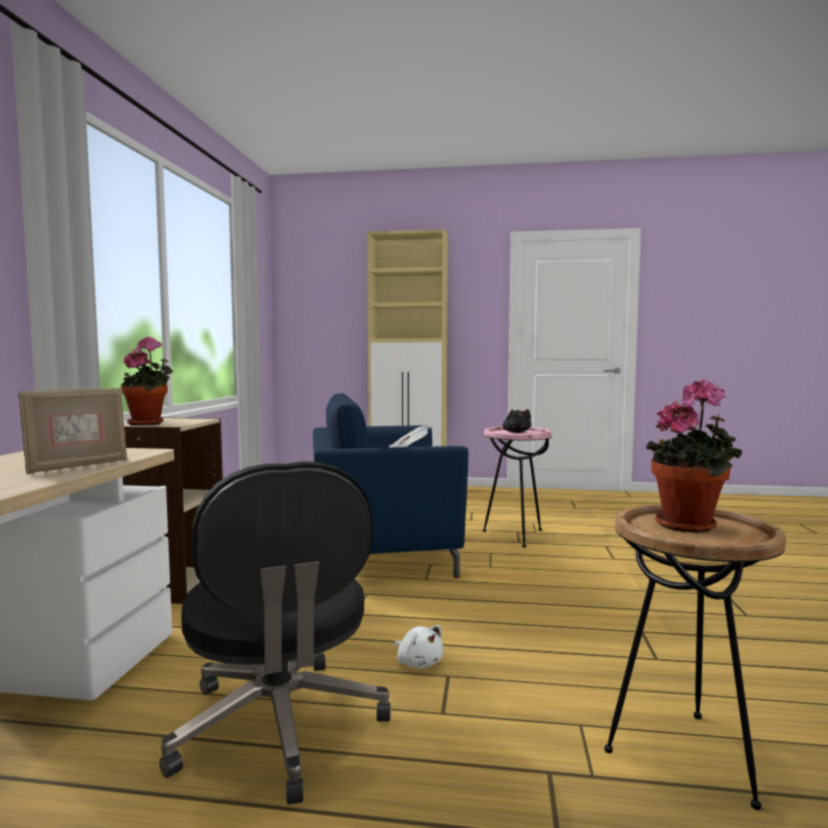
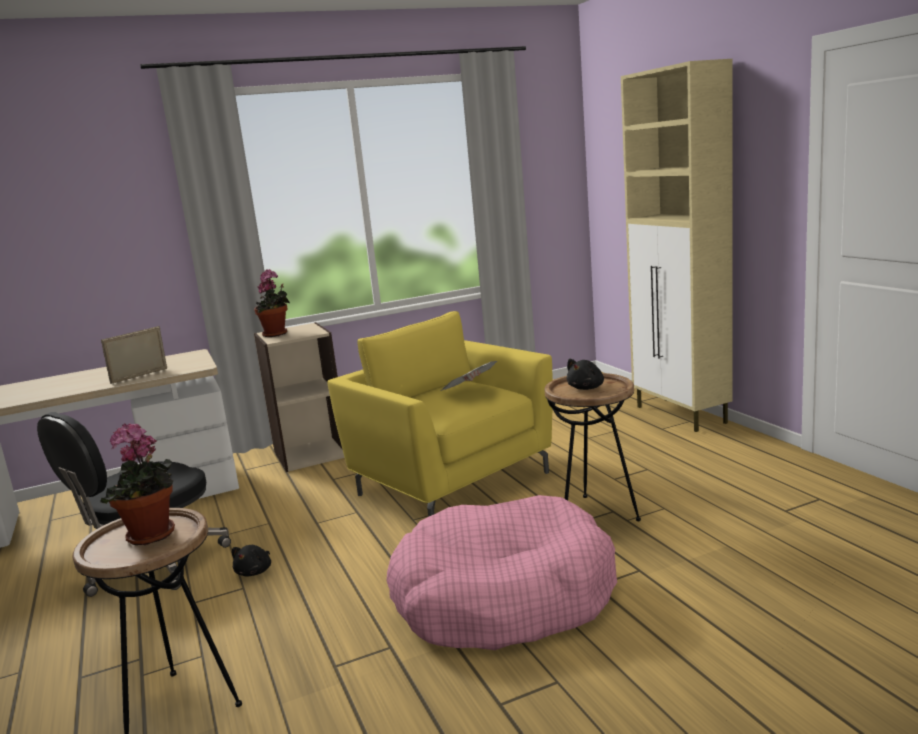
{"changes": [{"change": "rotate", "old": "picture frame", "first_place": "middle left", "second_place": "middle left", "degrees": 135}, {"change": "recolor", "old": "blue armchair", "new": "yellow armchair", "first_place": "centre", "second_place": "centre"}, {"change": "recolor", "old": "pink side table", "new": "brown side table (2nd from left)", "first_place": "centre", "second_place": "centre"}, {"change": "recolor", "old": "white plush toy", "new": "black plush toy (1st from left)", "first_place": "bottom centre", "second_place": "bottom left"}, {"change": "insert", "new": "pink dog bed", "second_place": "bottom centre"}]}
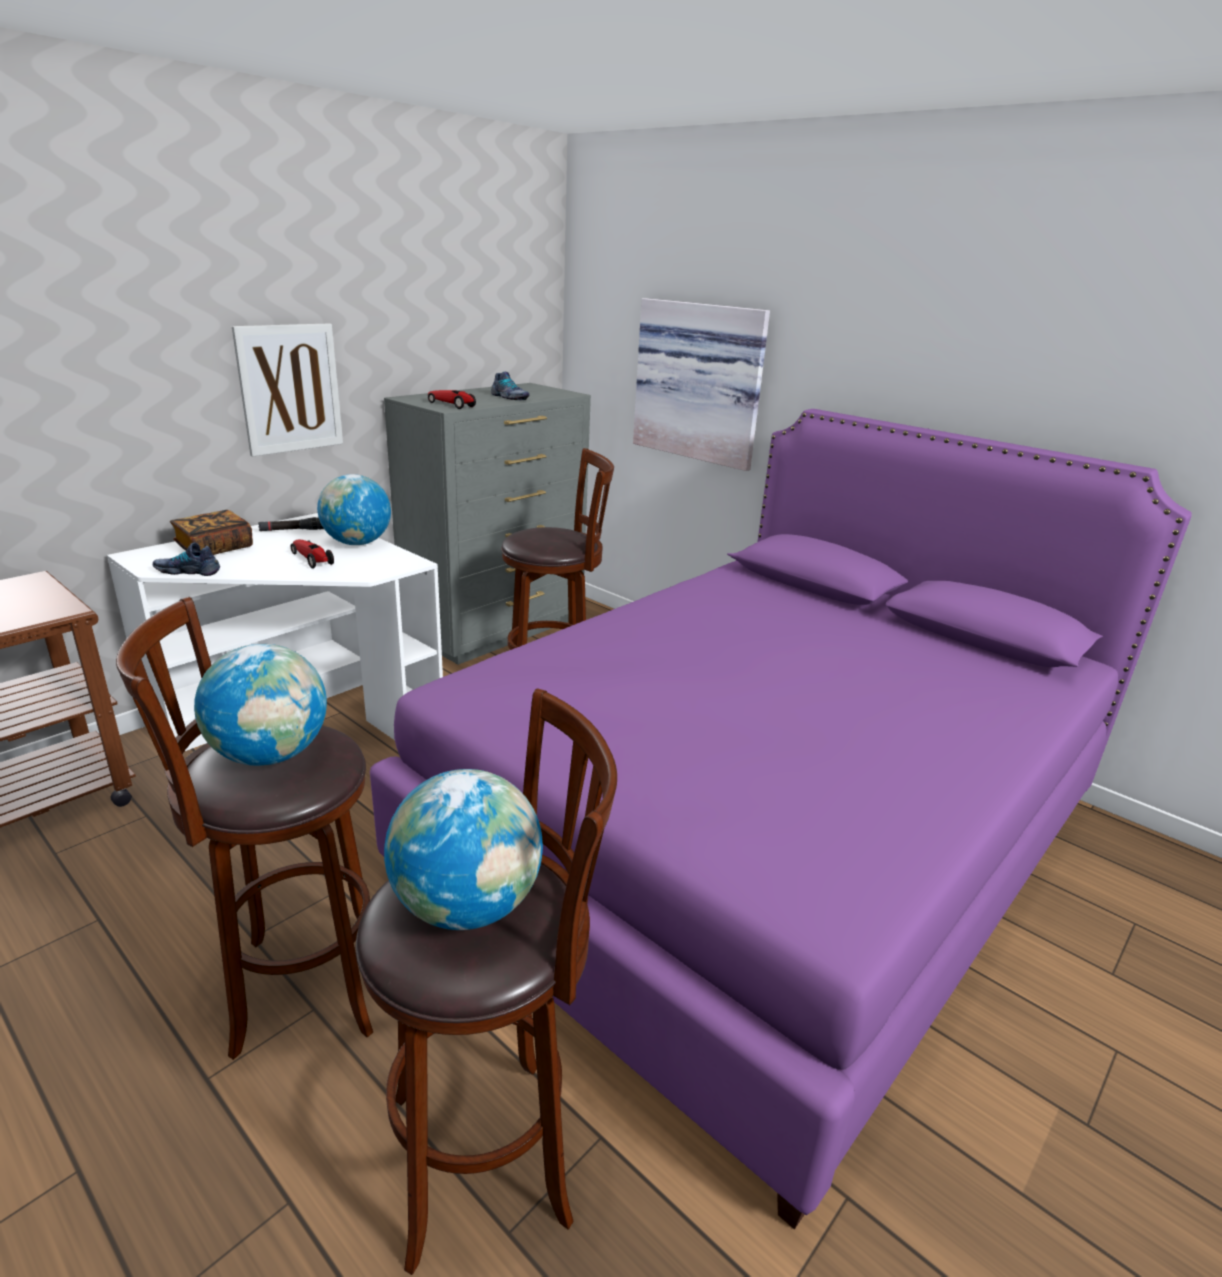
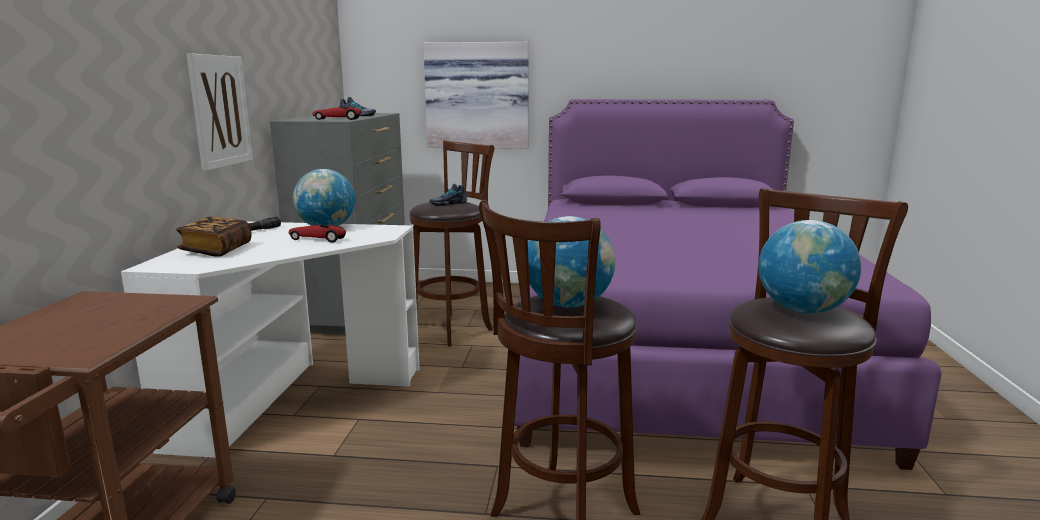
{"changes": [{"change": "move", "old": "shoe (1st from left in the first image)", "new": "shoe (2nd from left)", "first_place": "middle left", "second_place": "centre"}]}
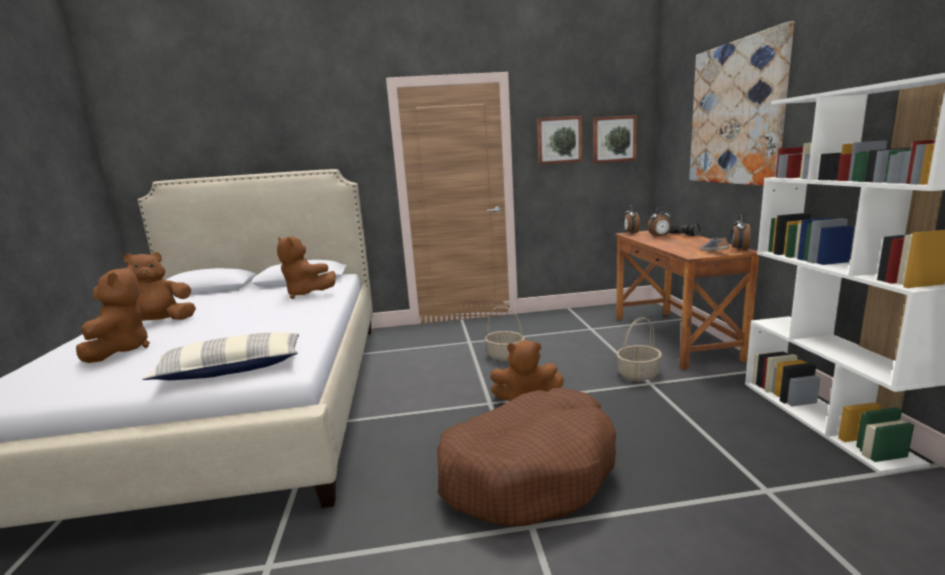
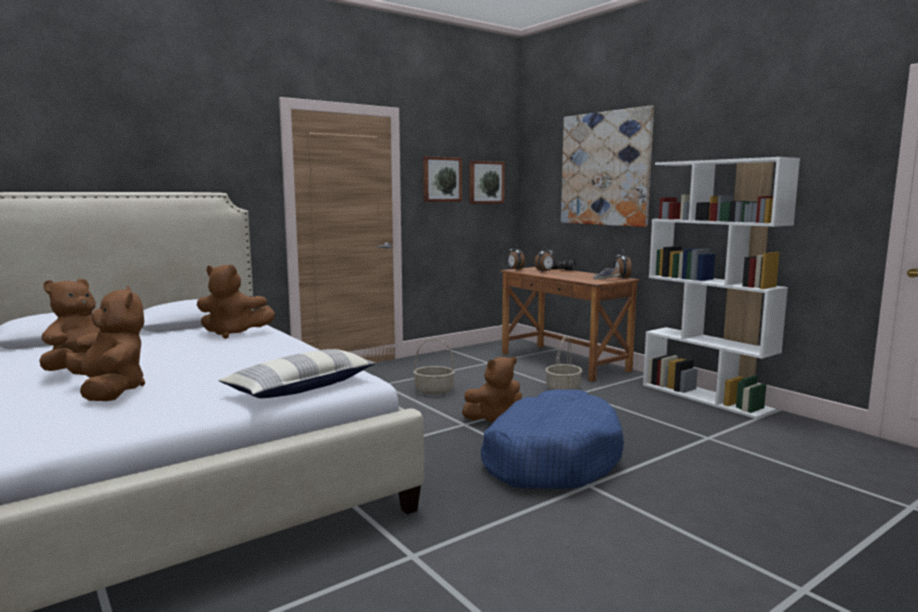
{"changes": [{"change": "recolor", "old": "brown dog bed", "new": "blue dog bed", "first_place": "bottom centre", "second_place": "bottom centre"}]}
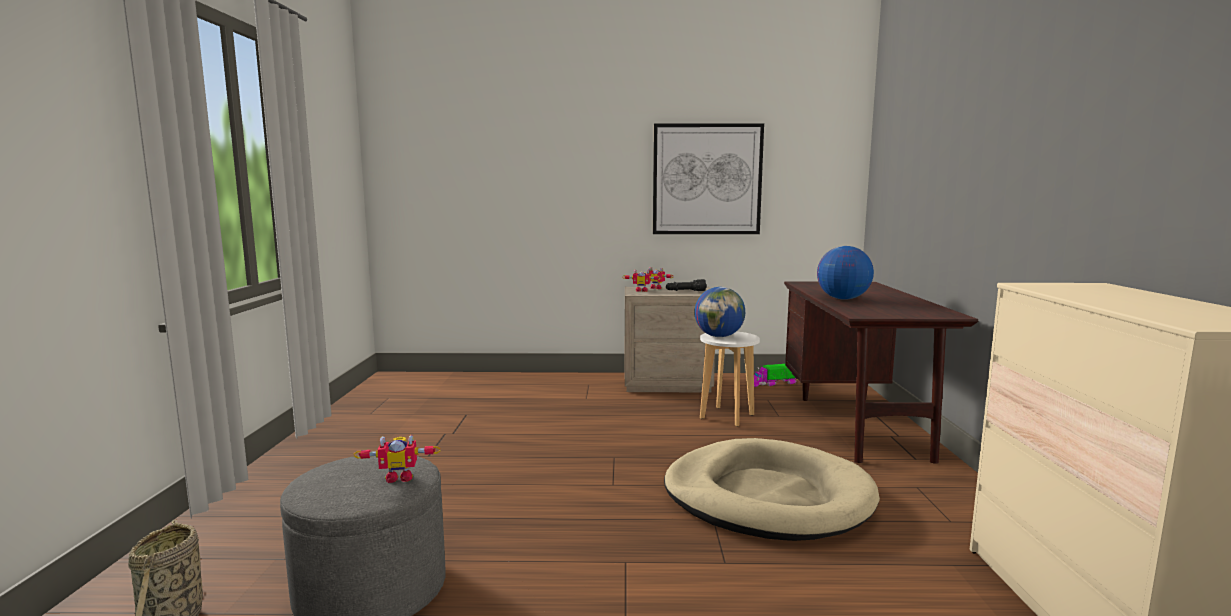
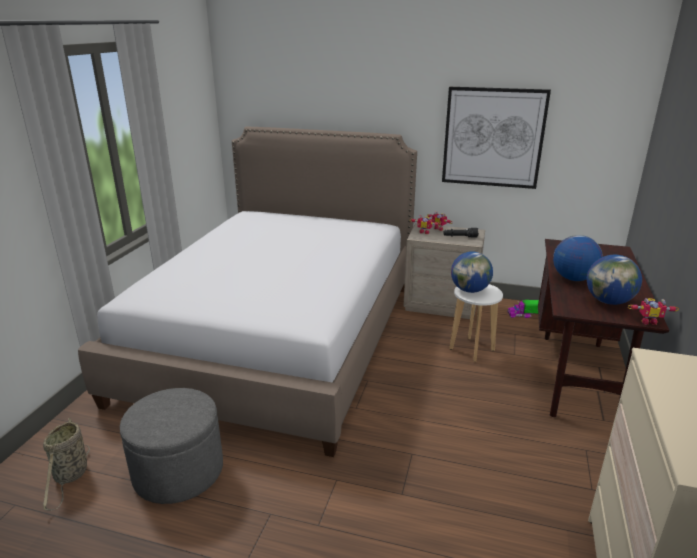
{"changes": [{"change": "move", "old": "toy robot (1st from left in the first image)", "new": "toy robot (3rd from left)", "first_place": "bottom left", "second_place": "middle right"}, {"change": "delete", "old": "beige dog bed", "first_place": "bottom centre"}, {"change": "insert", "new": "bed", "second_place": "centre"}, {"change": "insert", "new": "globe (3rd from left)", "second_place": "middle right"}]}
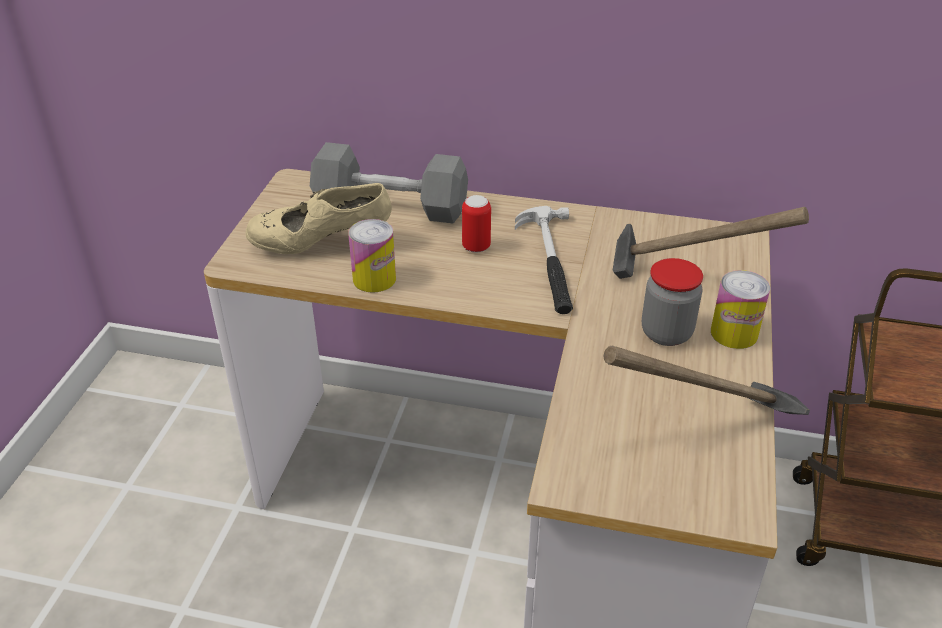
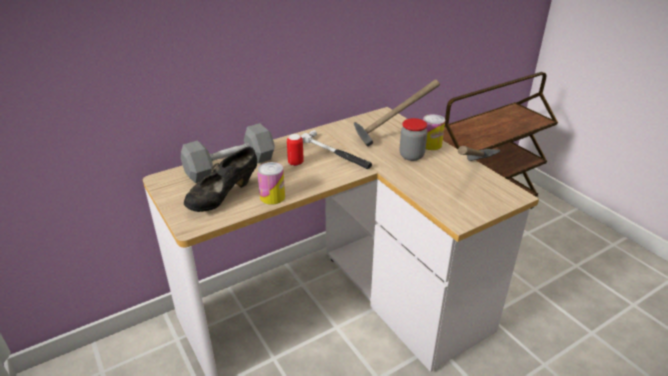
{"changes": [{"change": "recolor", "old": "beige shoe", "new": "black shoe", "first_place": "centre", "second_place": "middle left"}]}
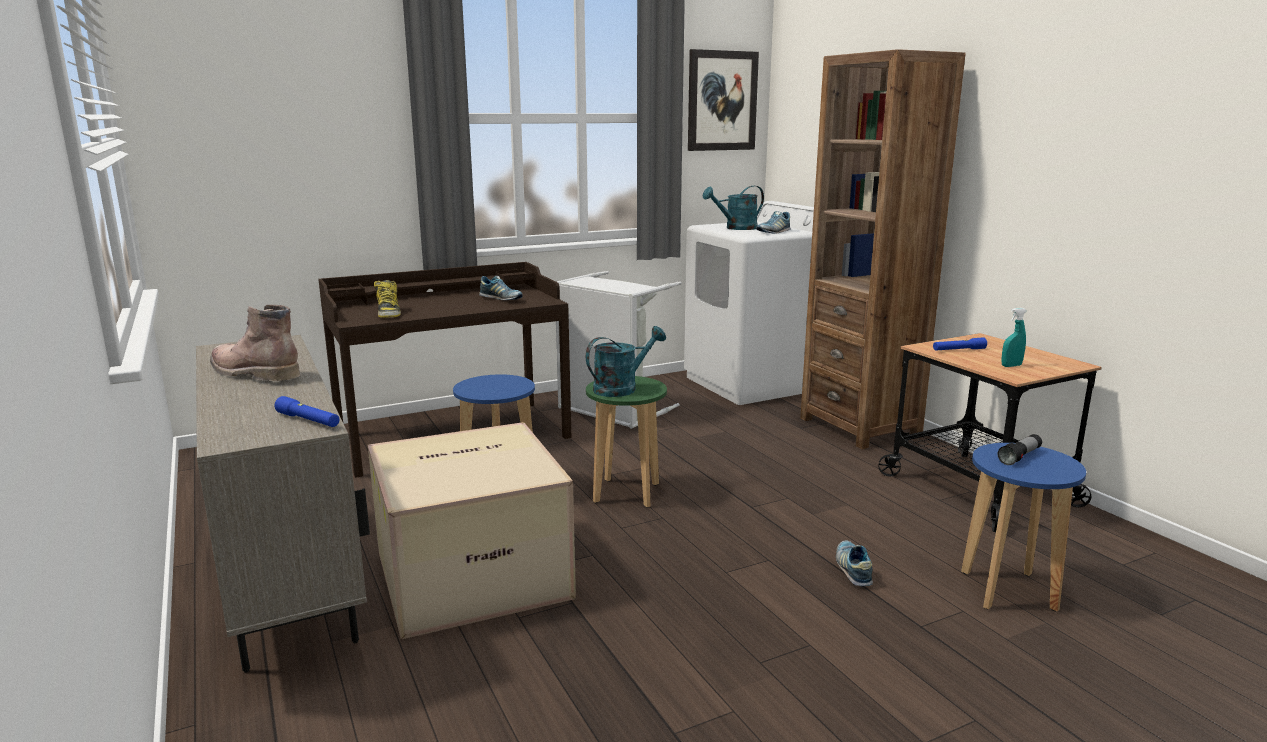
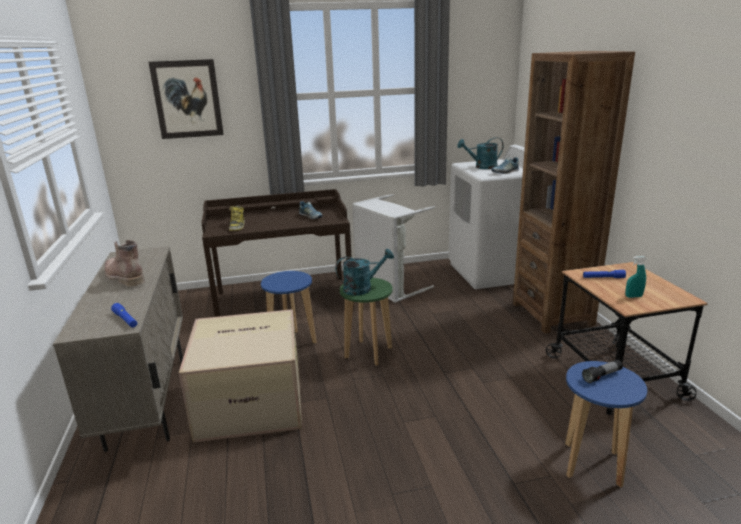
{"changes": [{"change": "move", "old": "picture", "first_place": "top centre", "second_place": "top left"}, {"change": "delete", "old": "shoe (3rd from left)", "first_place": "bottom right"}]}
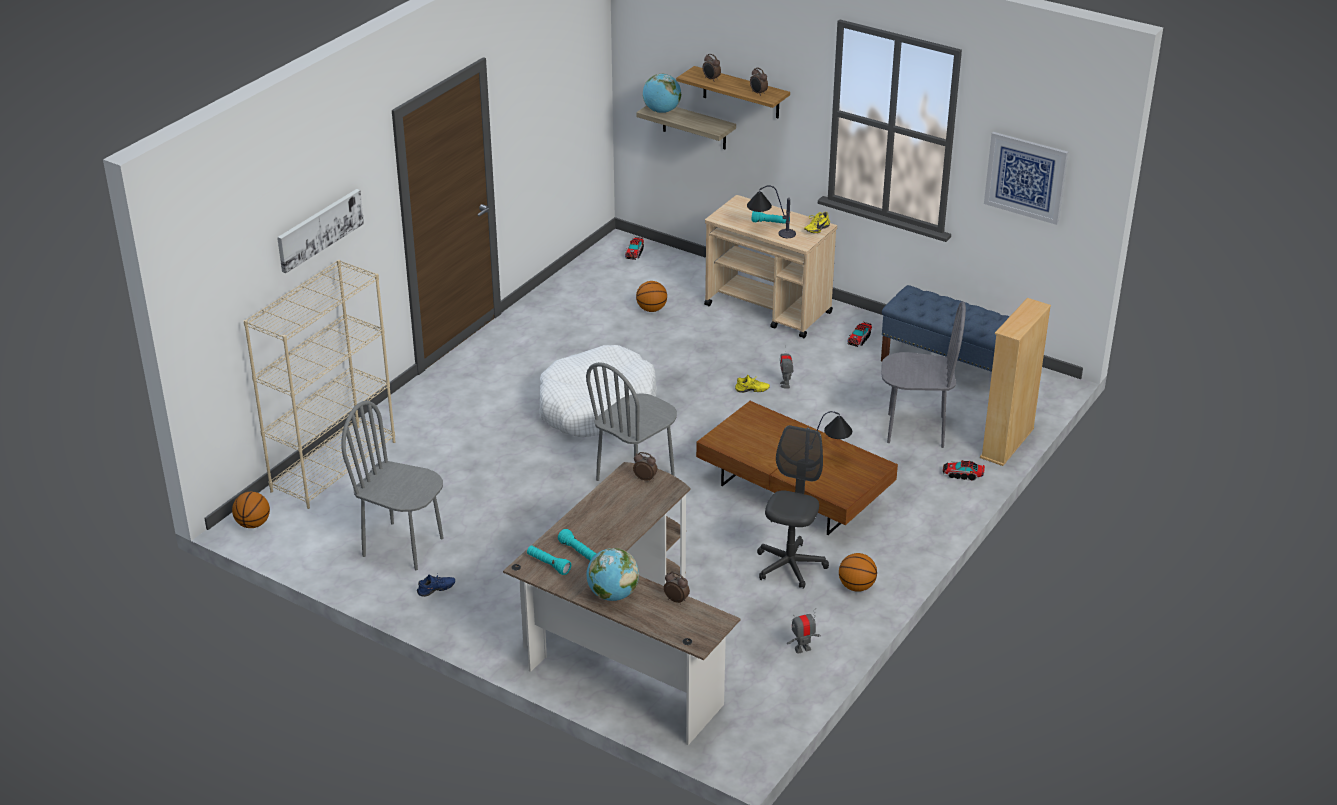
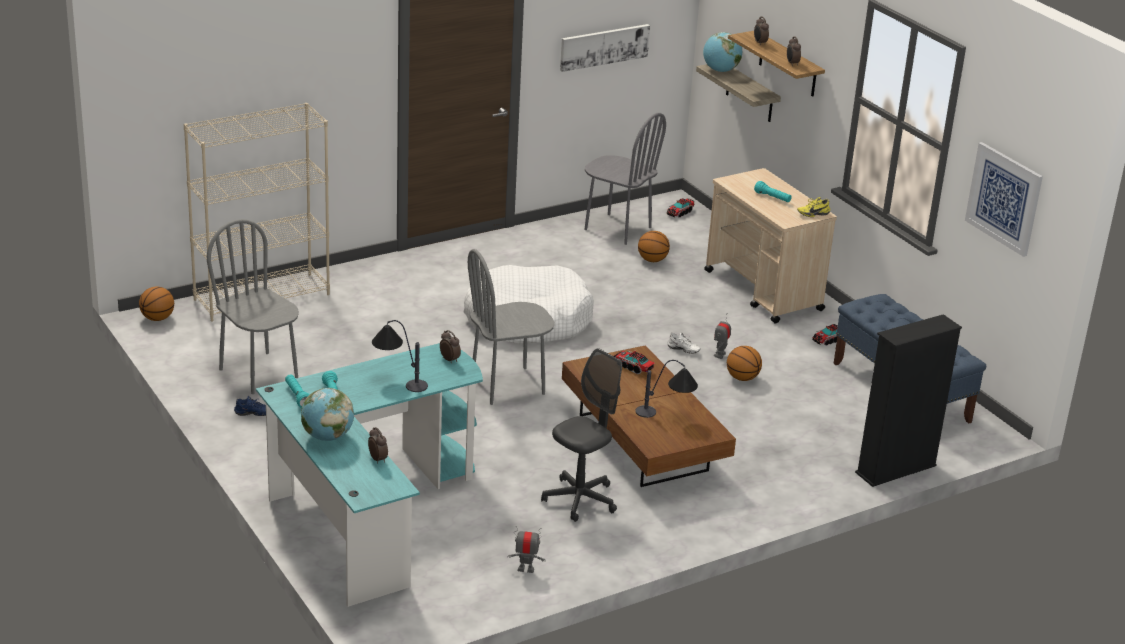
{"changes": [{"change": "move", "old": "table lamp (1st from left)", "first_place": "top centre", "second_place": "centre"}, {"change": "move", "old": "picture (1st from left)", "first_place": "top left", "second_place": "top centre"}, {"change": "recolor", "old": "beige bookcase (2nd from left)", "new": "black bookcase", "first_place": "middle right", "second_place": "middle right"}, {"change": "move", "old": "grey chair (3rd from left)", "first_place": "middle right", "second_place": "top centre"}, {"change": "recolor", "old": "yellow shoe (1st from left)", "new": "white shoe", "first_place": "centre", "second_place": "centre"}, {"change": "move", "old": "toy truck (3rd from left in the first image)", "new": "toy truck (1st from left)", "first_place": "middle right", "second_place": "centre"}, {"change": "recolor", "old": "brown desk", "new": "turquoise desk", "first_place": "bottom centre", "second_place": "bottom left"}, {"change": "move", "old": "basketball (3rd from left)", "first_place": "bottom centre", "second_place": "centre"}]}
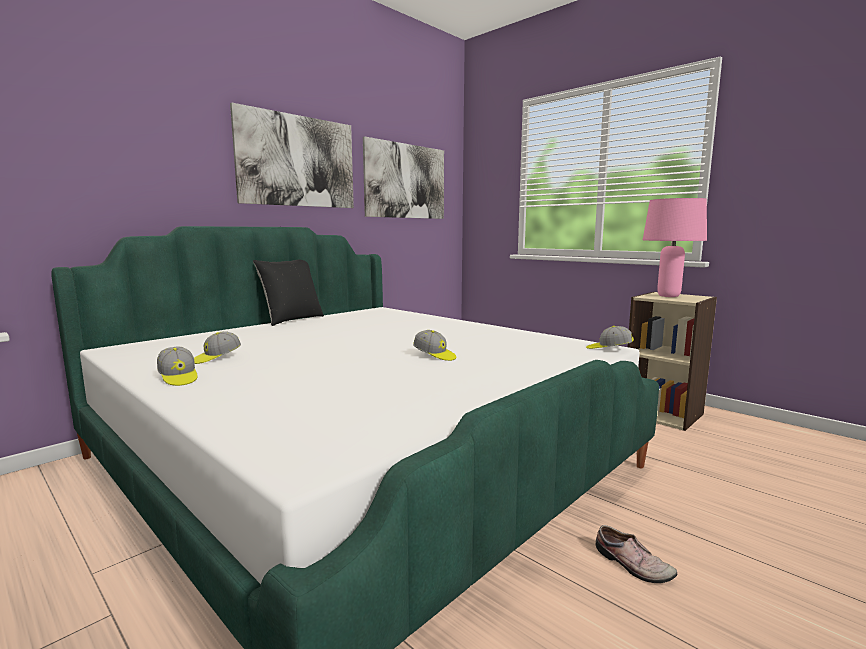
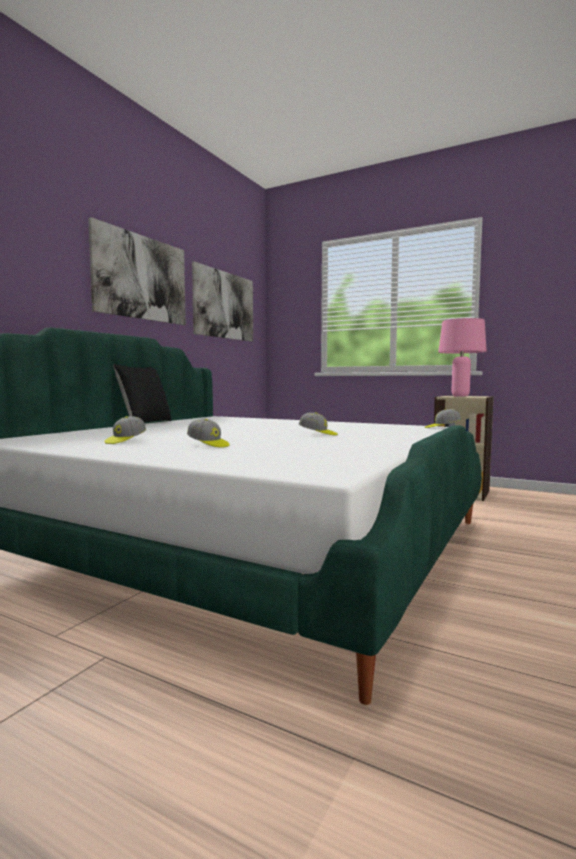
{"changes": [{"change": "move", "old": "cap (1st from left in the first image)", "new": "cap (2nd from left)", "first_place": "middle left", "second_place": "centre"}, {"change": "delete", "old": "shoe", "first_place": "bottom right"}]}
